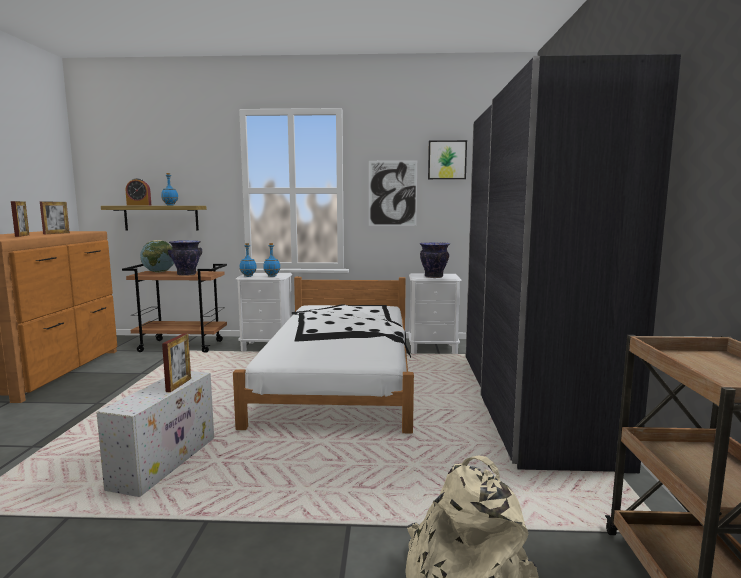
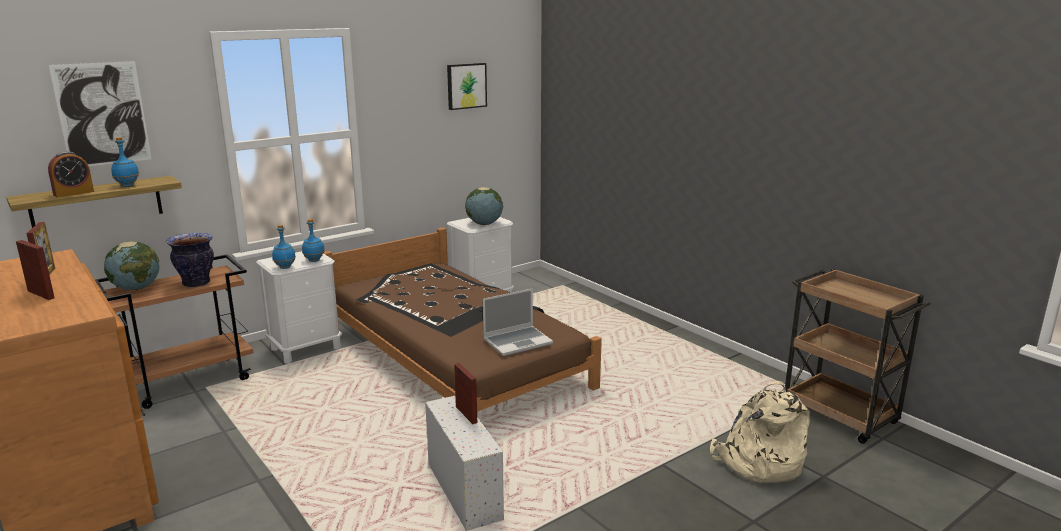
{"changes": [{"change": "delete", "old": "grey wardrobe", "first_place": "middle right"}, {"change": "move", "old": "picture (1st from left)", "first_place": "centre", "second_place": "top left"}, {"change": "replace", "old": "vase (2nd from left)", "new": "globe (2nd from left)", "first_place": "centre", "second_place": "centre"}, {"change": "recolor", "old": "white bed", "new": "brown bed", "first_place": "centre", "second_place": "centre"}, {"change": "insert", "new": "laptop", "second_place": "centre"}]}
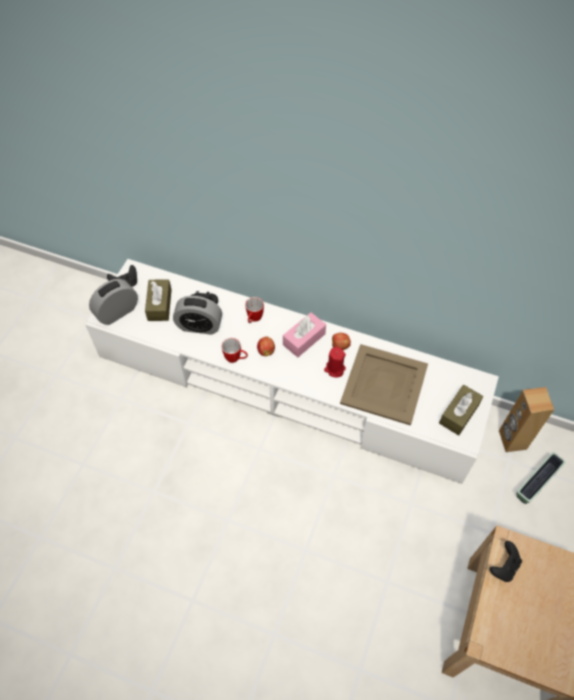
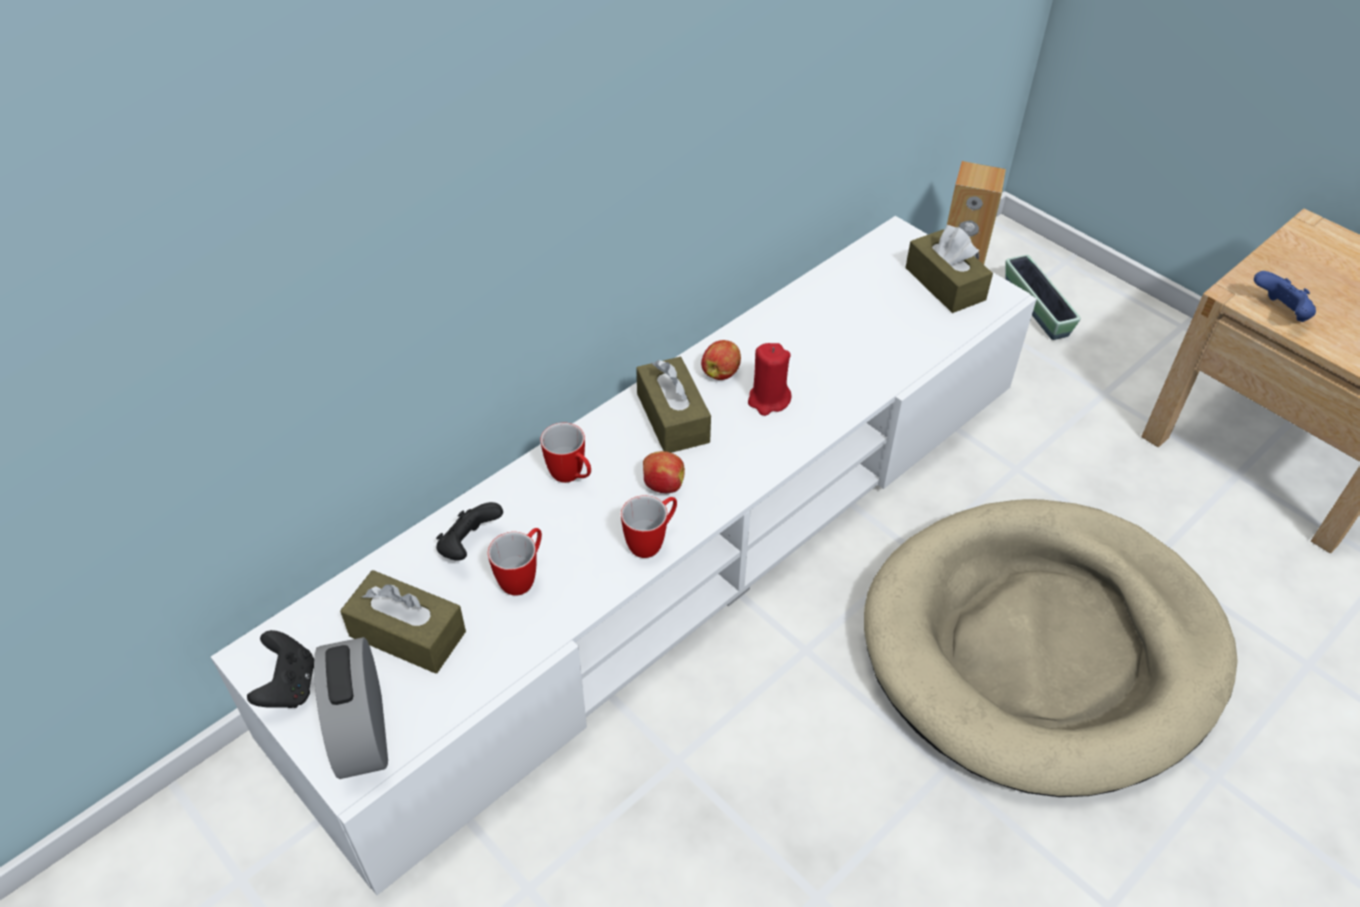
{"changes": [{"change": "replace", "old": "alarm clock (2nd from left)", "new": "mug (1st from left)", "first_place": "centre", "second_place": "centre"}, {"change": "recolor", "old": "pink tissue box", "new": "brown tissue box (2nd from left)", "first_place": "centre", "second_place": "centre"}, {"change": "delete", "old": "beige tray", "first_place": "middle right"}, {"change": "recolor", "old": "black game controller (3rd from left)", "new": "blue game controller", "first_place": "bottom right", "second_place": "top right"}, {"change": "insert", "new": "beige dog bed", "second_place": "bottom right"}]}
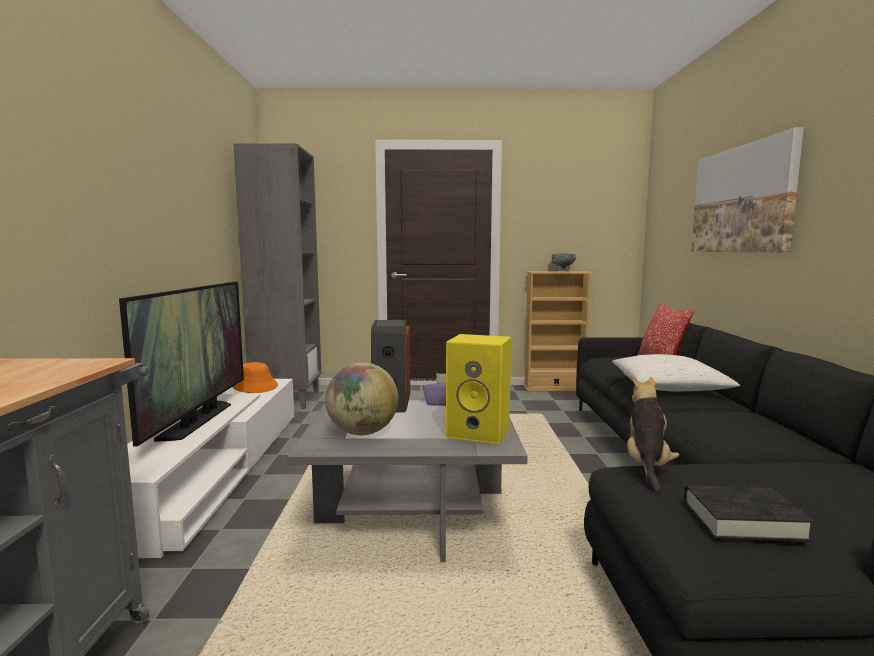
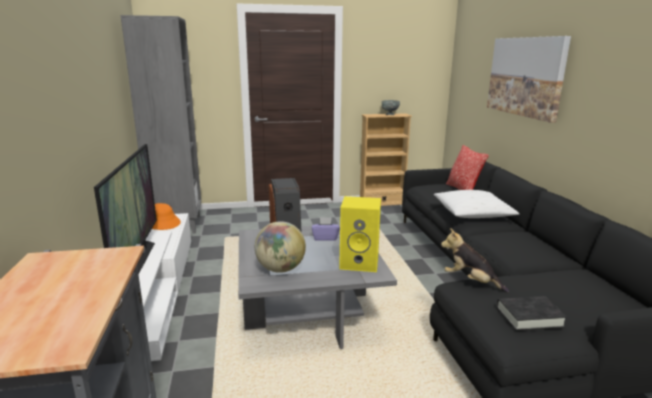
{"changes": [{"change": "rotate", "old": "plush toy", "first_place": "middle right", "second_place": "middle right", "degrees": -60}]}
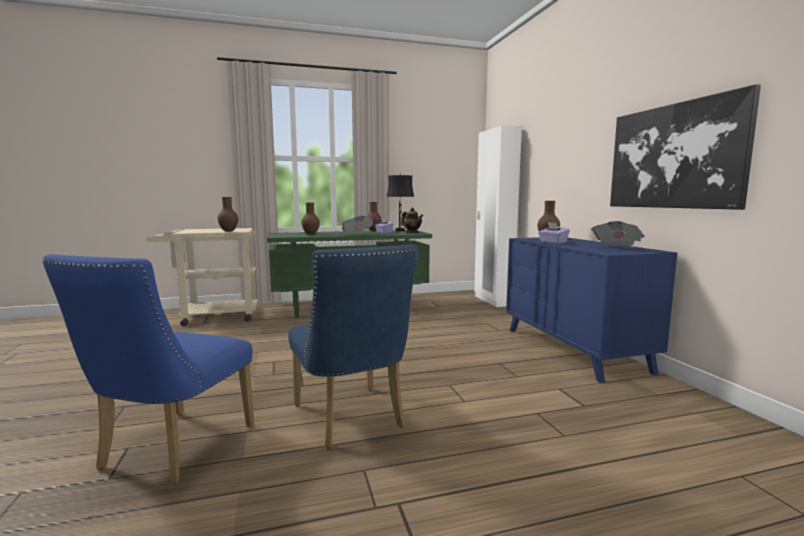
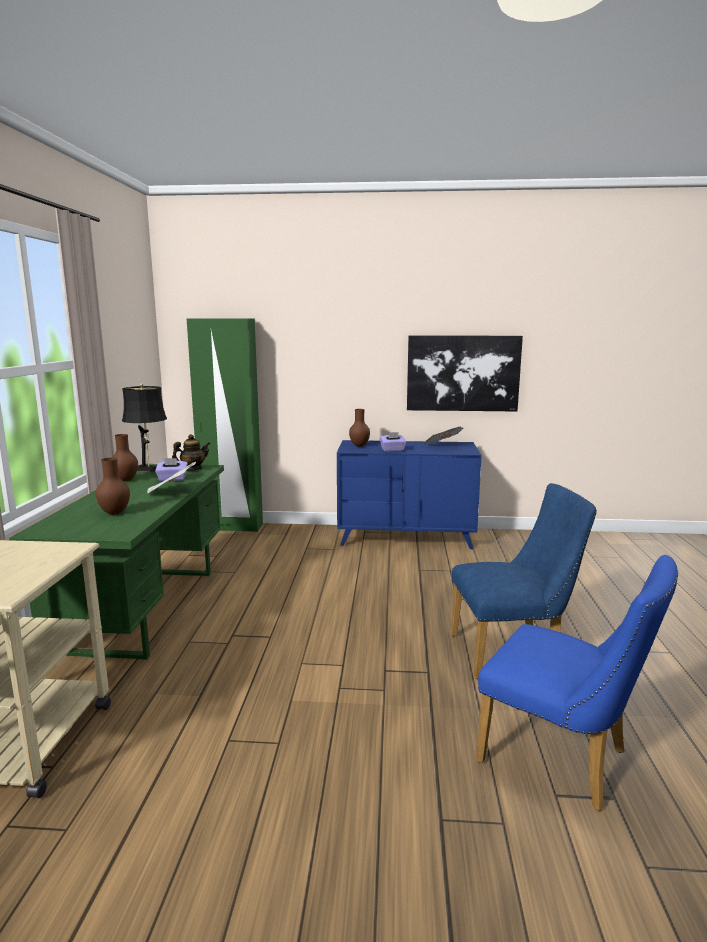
{"changes": [{"change": "recolor", "old": "white wardrobe", "new": "green wardrobe", "first_place": "centre", "second_place": "middle left"}, {"change": "delete", "old": "brown vase (1st from left)", "first_place": "middle left"}]}
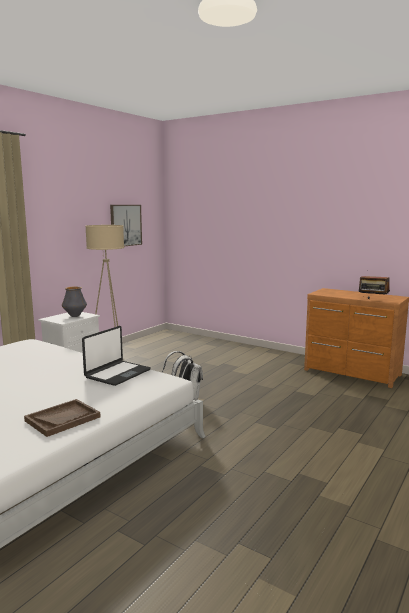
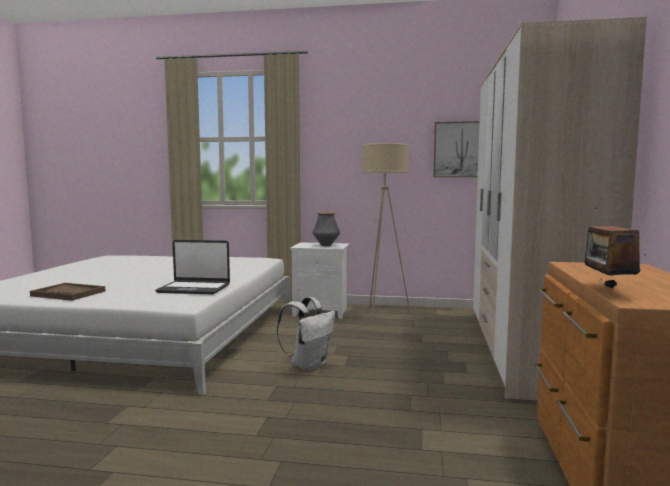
{"changes": [{"change": "insert", "new": "wardrobe", "second_place": "middle right"}]}
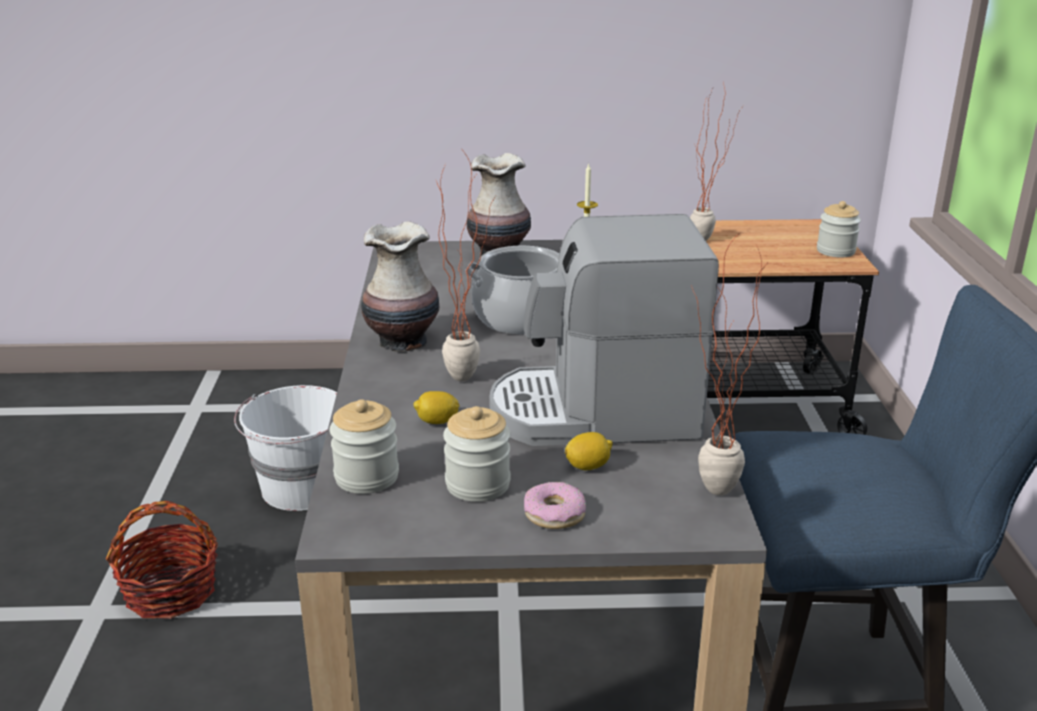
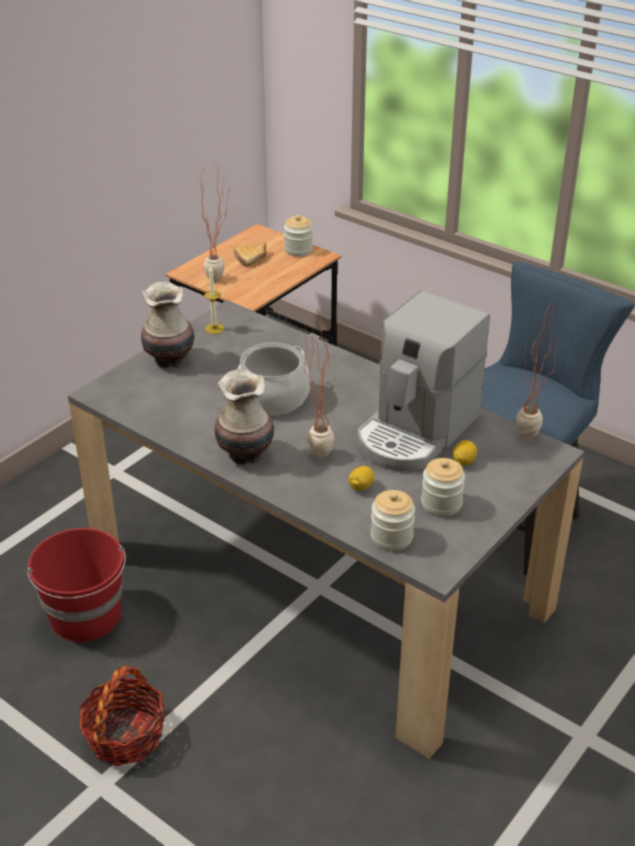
{"changes": [{"change": "recolor", "old": "white bucket", "new": "red bucket", "first_place": "middle left", "second_place": "bottom left"}, {"change": "delete", "old": "donut", "first_place": "bottom centre"}, {"change": "insert", "new": "bread", "second_place": "top centre"}]}
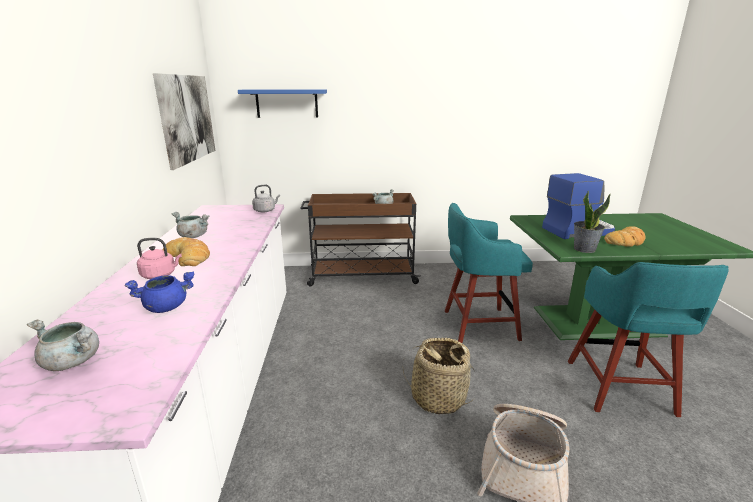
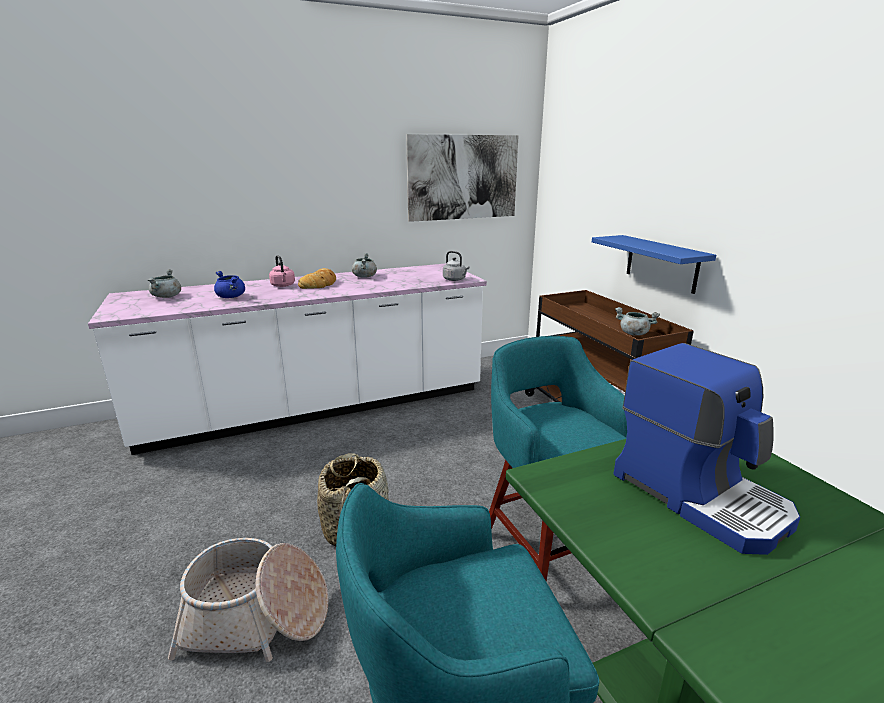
{"changes": [{"change": "move", "old": "blue shelf", "first_place": "top centre", "second_place": "middle right"}, {"change": "delete", "old": "potted plant", "first_place": "middle right"}, {"change": "delete", "old": "bread (2nd from left)", "first_place": "middle right"}]}
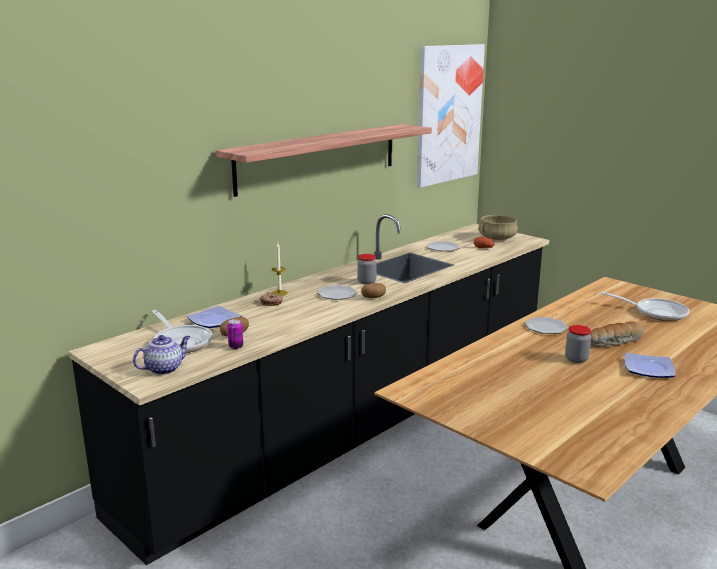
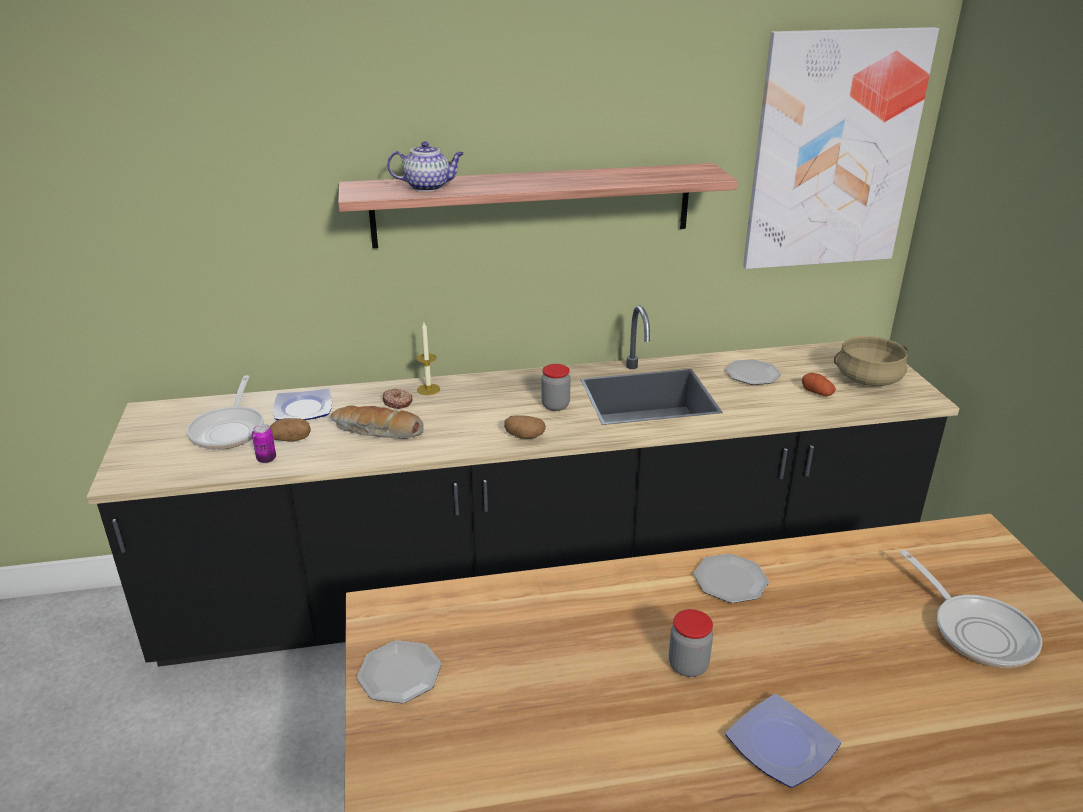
{"changes": [{"change": "move", "old": "plate (2nd from left)", "first_place": "centre", "second_place": "bottom centre"}, {"change": "move", "old": "bread", "first_place": "middle right", "second_place": "centre"}, {"change": "move", "old": "teapot", "first_place": "middle left", "second_place": "top centre"}]}
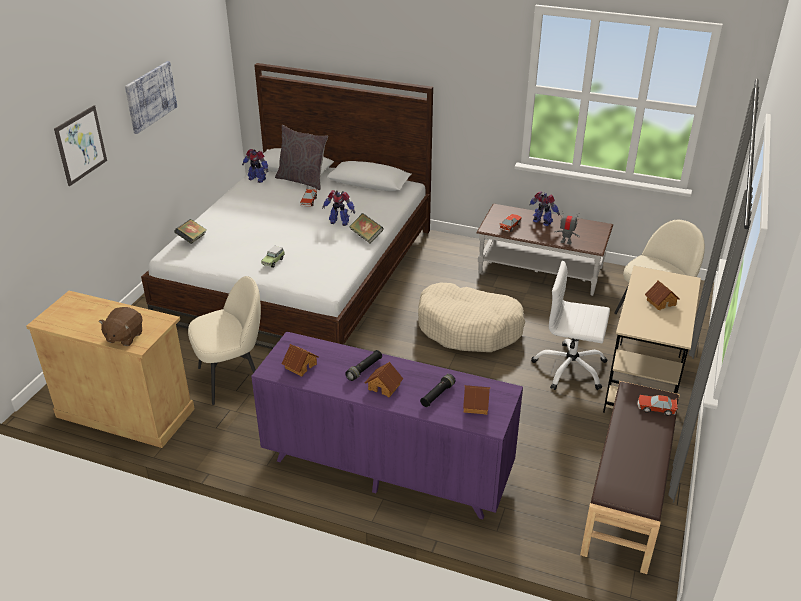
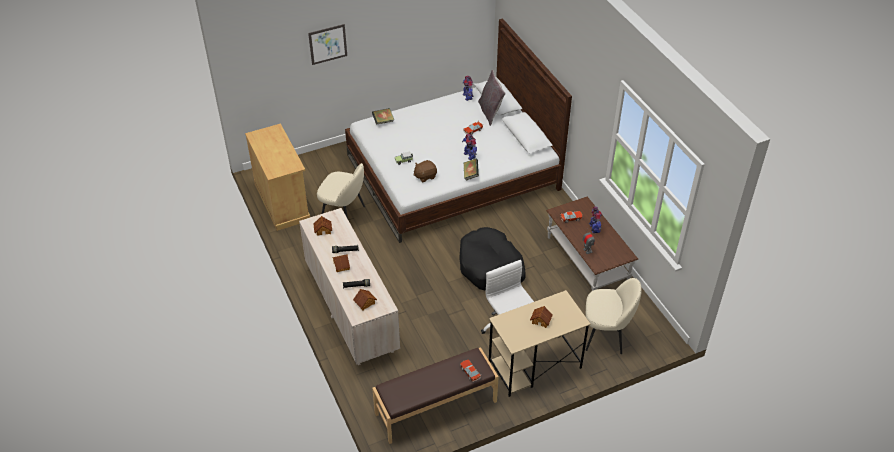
{"changes": [{"change": "delete", "old": "picture (2nd from left)", "first_place": "top left"}, {"change": "recolor", "old": "beige dog bed", "new": "black dog bed", "first_place": "centre", "second_place": "centre"}, {"change": "move", "old": "brown plush toy", "first_place": "middle left", "second_place": "centre"}, {"change": "recolor", "old": "purple dresser", "new": "beige dresser", "first_place": "bottom centre", "second_place": "centre"}]}
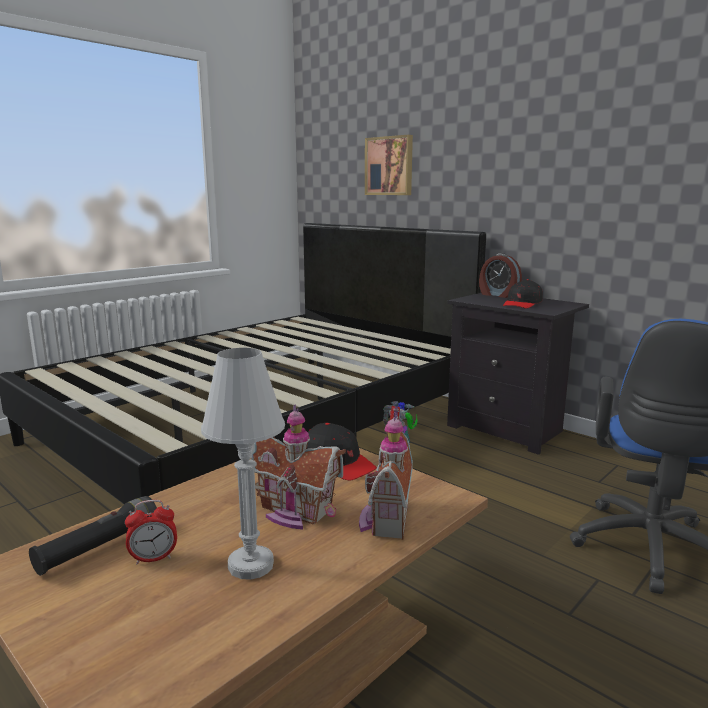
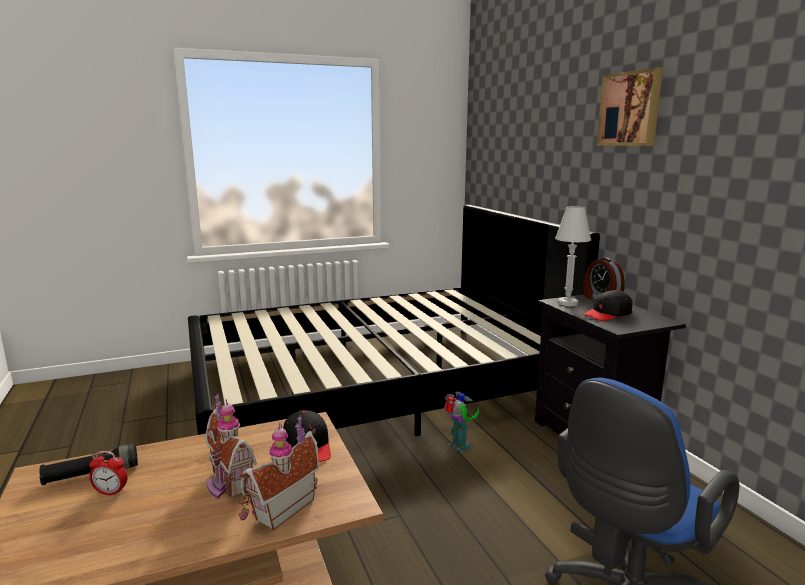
{"changes": [{"change": "move", "old": "picture", "first_place": "top centre", "second_place": "top right"}, {"change": "move", "old": "white table lamp", "first_place": "centre", "second_place": "middle right"}]}
